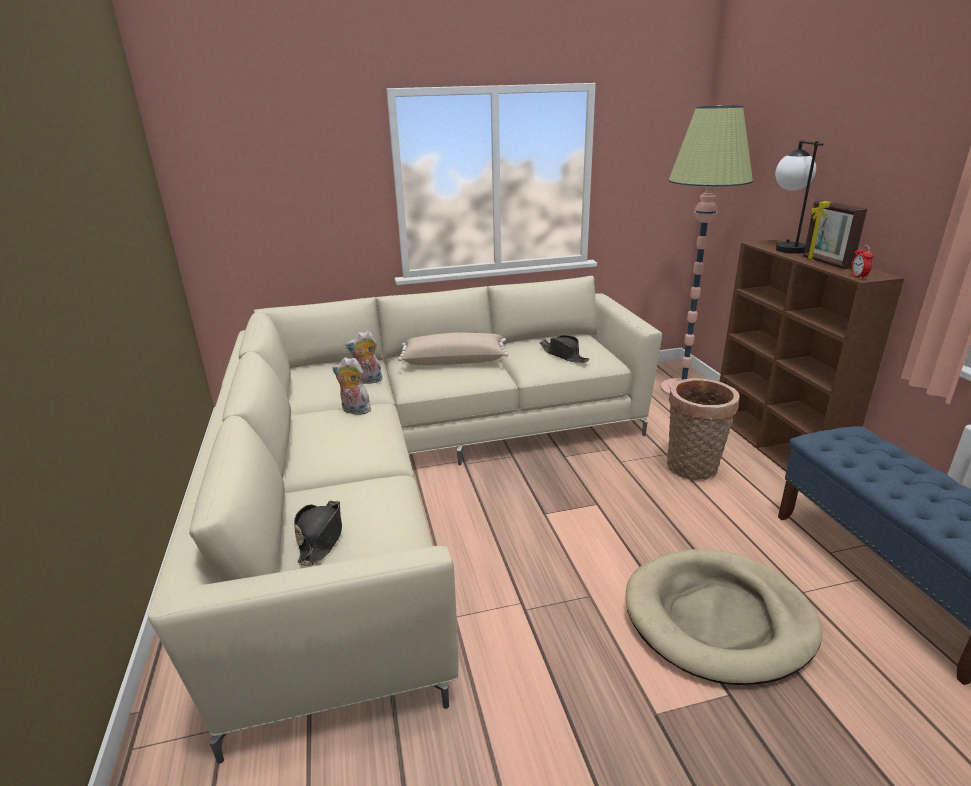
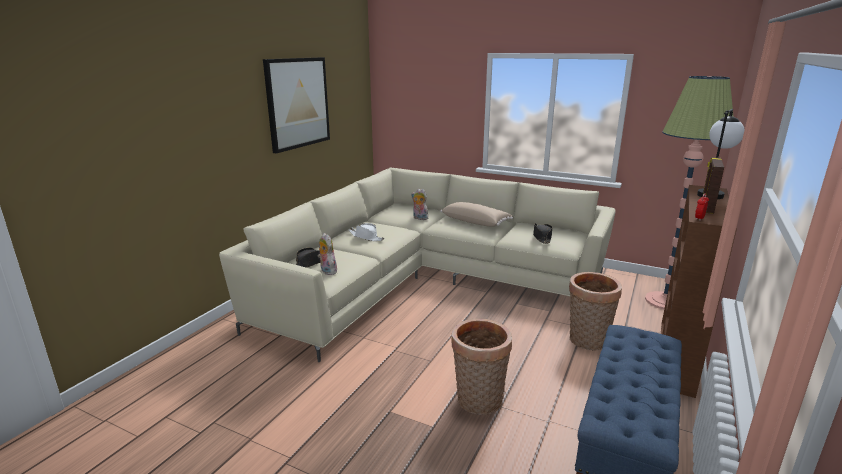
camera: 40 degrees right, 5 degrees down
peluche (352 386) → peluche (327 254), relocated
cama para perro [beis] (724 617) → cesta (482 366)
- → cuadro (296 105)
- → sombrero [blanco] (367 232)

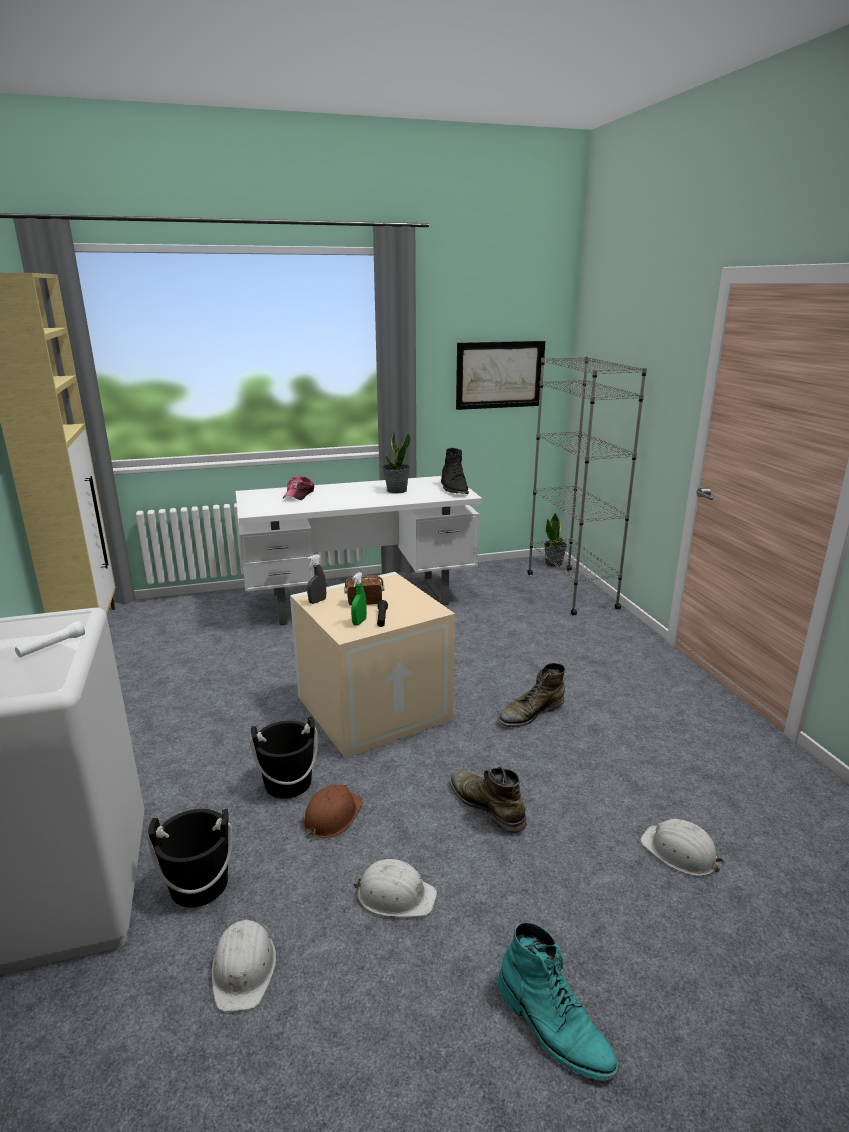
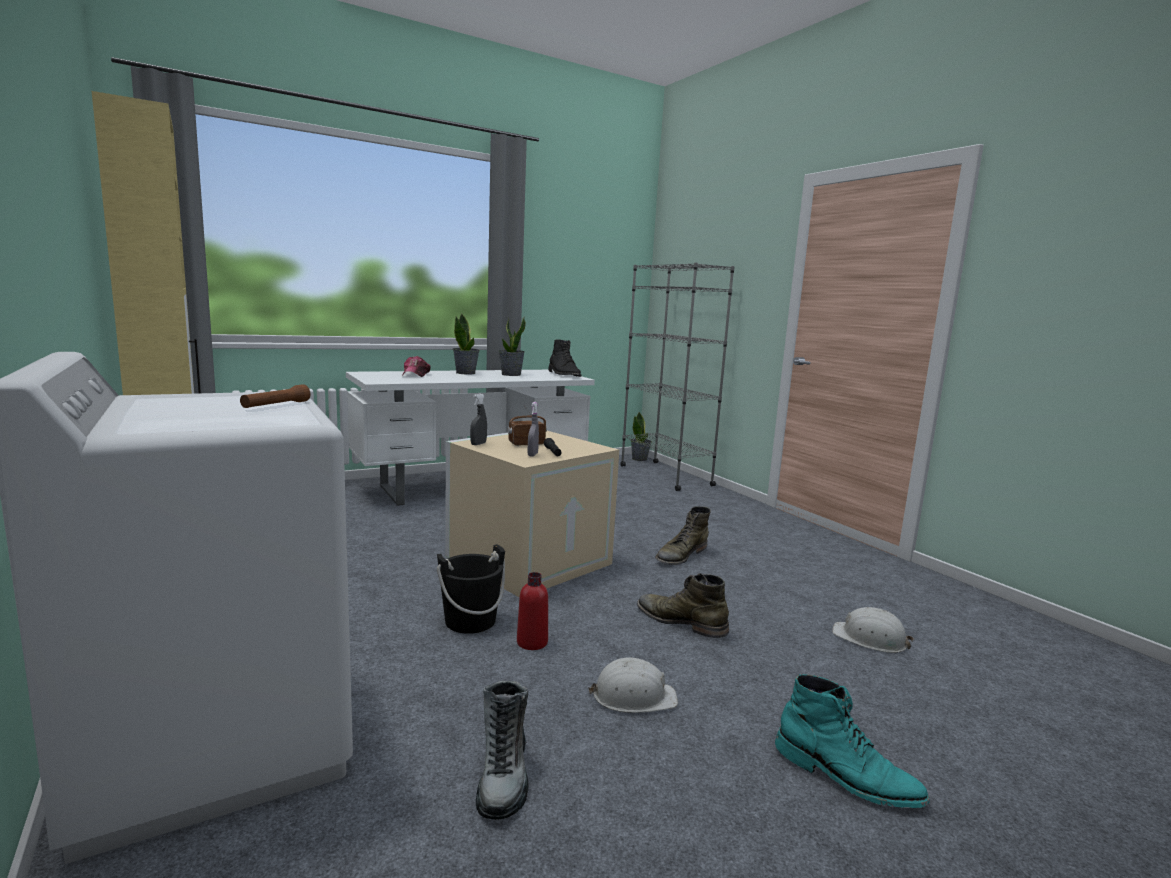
camera: 15 degrees left, 10 degrees down
cuadro (500 375) → -
pulverizador [verde] (359 599) → pulverizador [gris] (533 429)
linterna [blanco] (50 639) → linterna [marrón] (275 396)
casco [marrón] (333 811) → botella [rojo] (532 611)
cubo [negro] (190 858) → -
casco [blanco] (244 965) → bota (502 750)
- → planta en maceta (466 344)

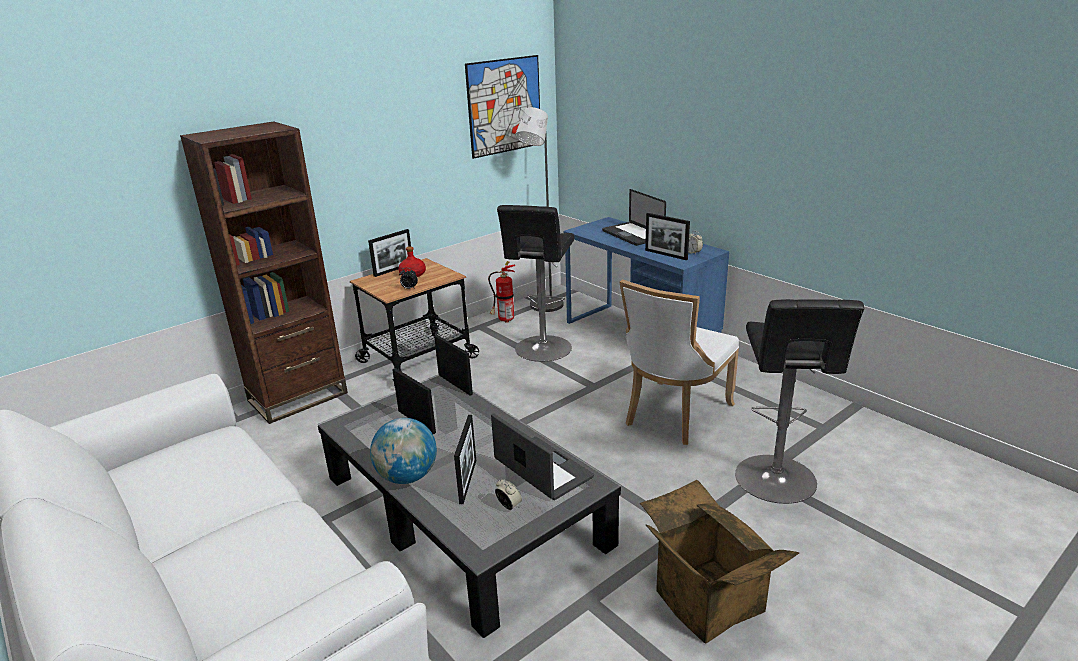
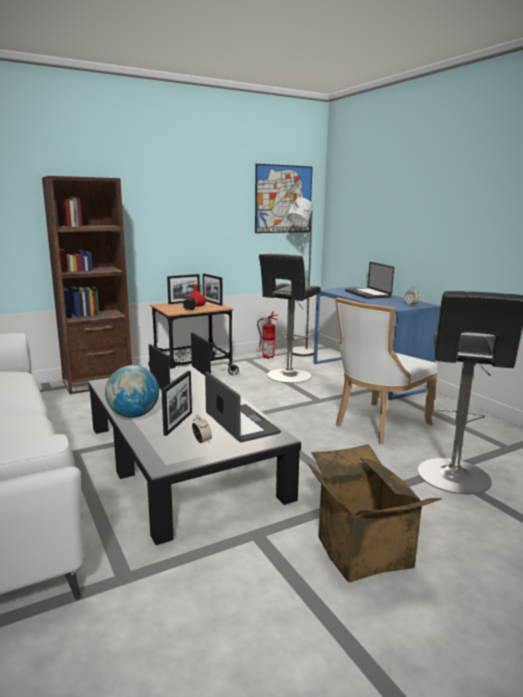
camera: 10 degrees right, 10 degrees down
portarretratos (667 236) → portarretratos (213 290), relocated

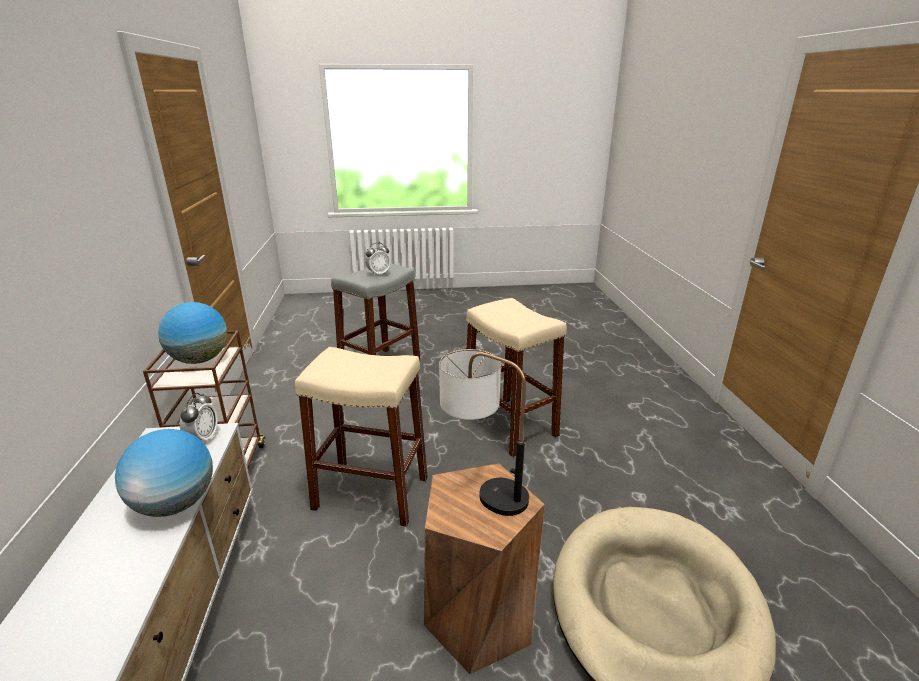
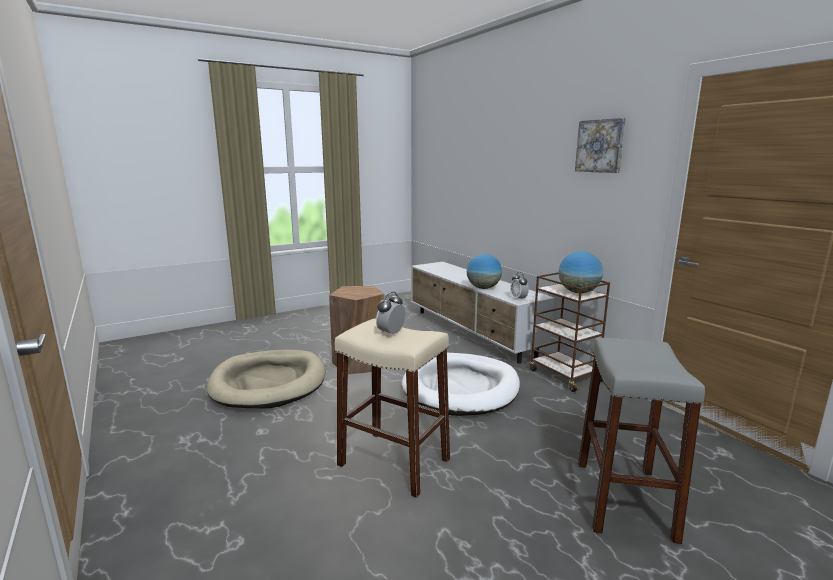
camera: 155 degrees right, 10 degrees down
despertador (377 259) → despertador (390 313), relocated
taburete [beis] (361 437) → cama para perro [blanco] (461 384)
lámpara de mesa (484 432) → -
- → cuadro (600 145)

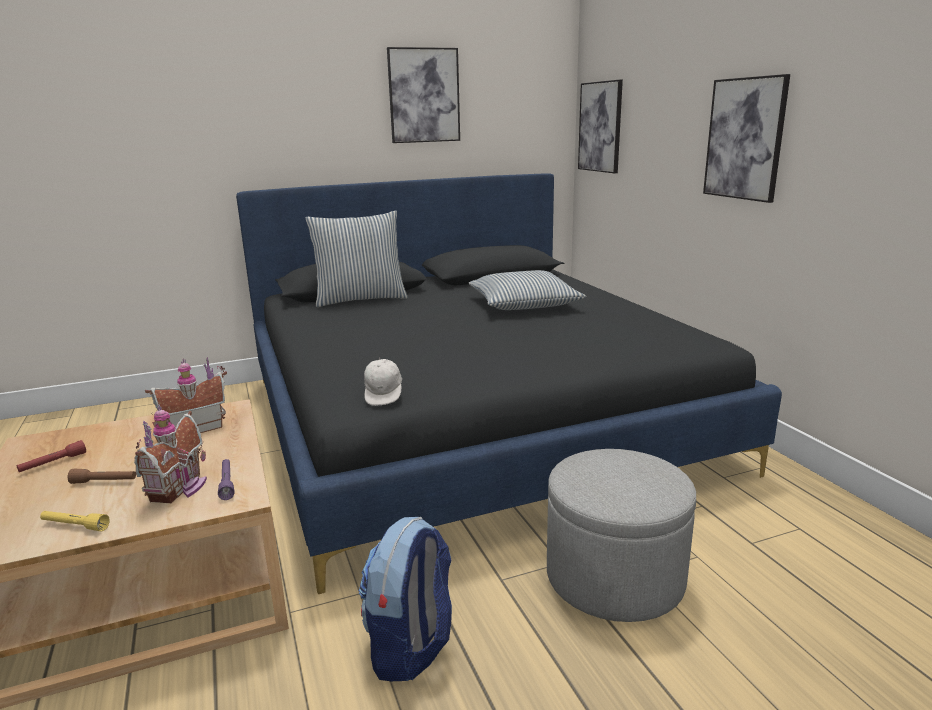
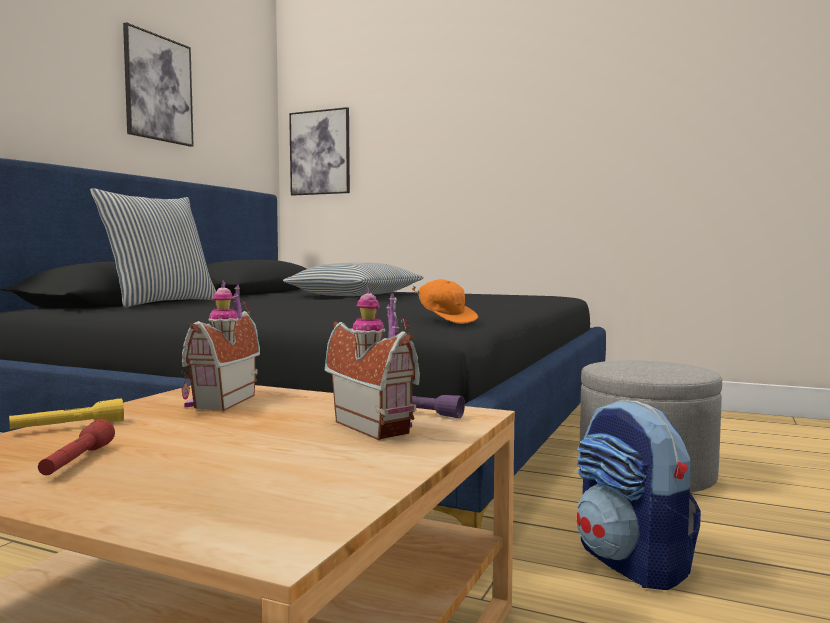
camera: 45 degrees left, 15 degrees down
cuadro (746 138) → -
gorra [blanco] (383 381) → gorra [naranja] (445 301)
linterna [marrón] (102 476) → -
linterna [amarillo] (75 521) → linterna [amarillo] (66 413), relocated

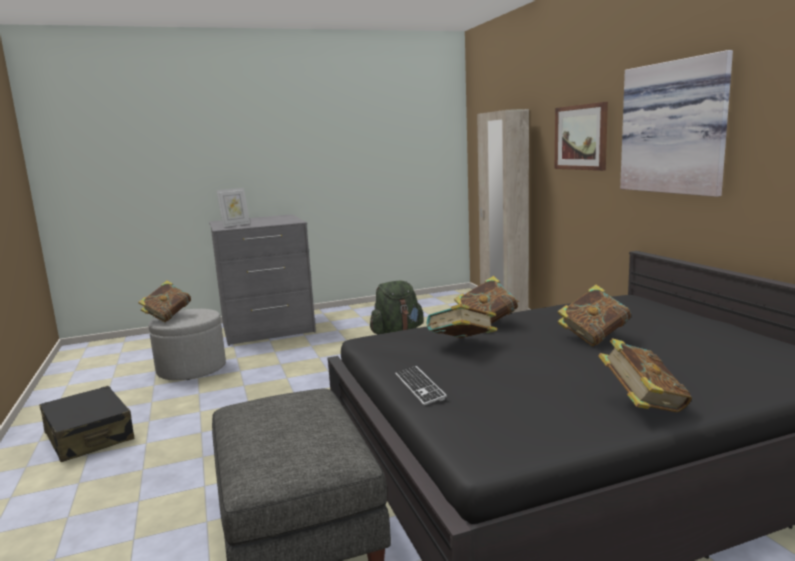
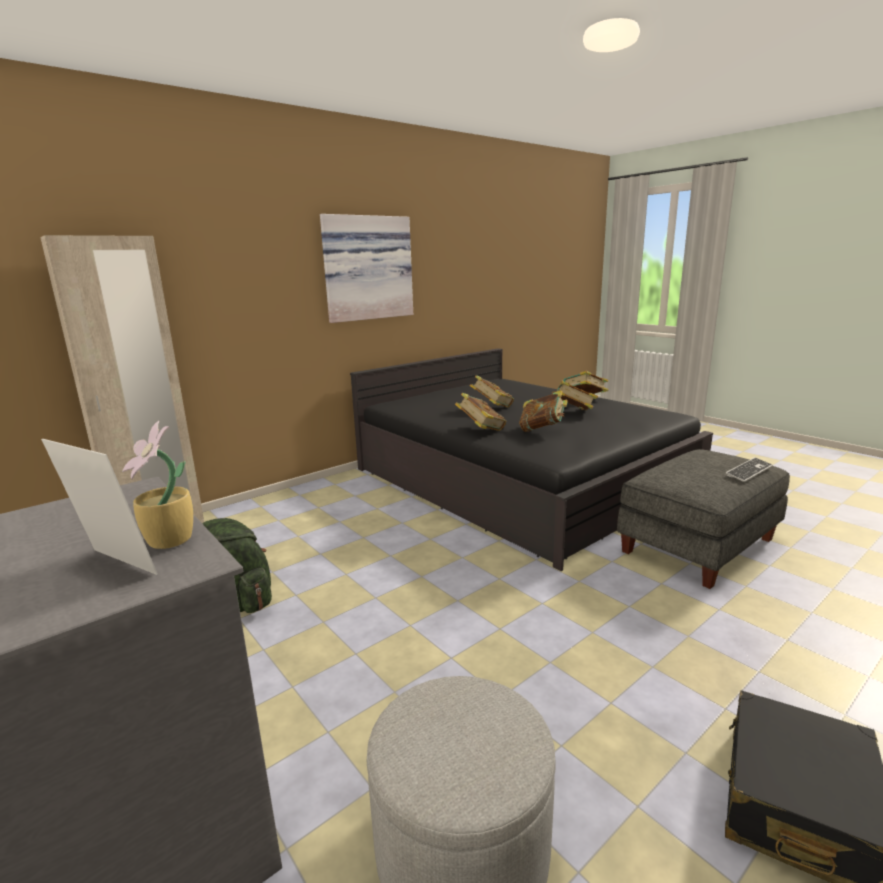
camera: 110 degrees left, 5 degrees up
cuadro (581 136) → -
libro (164 301) → libro (575 395), relocated
teclado (421 385) → teclado (749 469), relocated
- → planta en maceta (157 485)

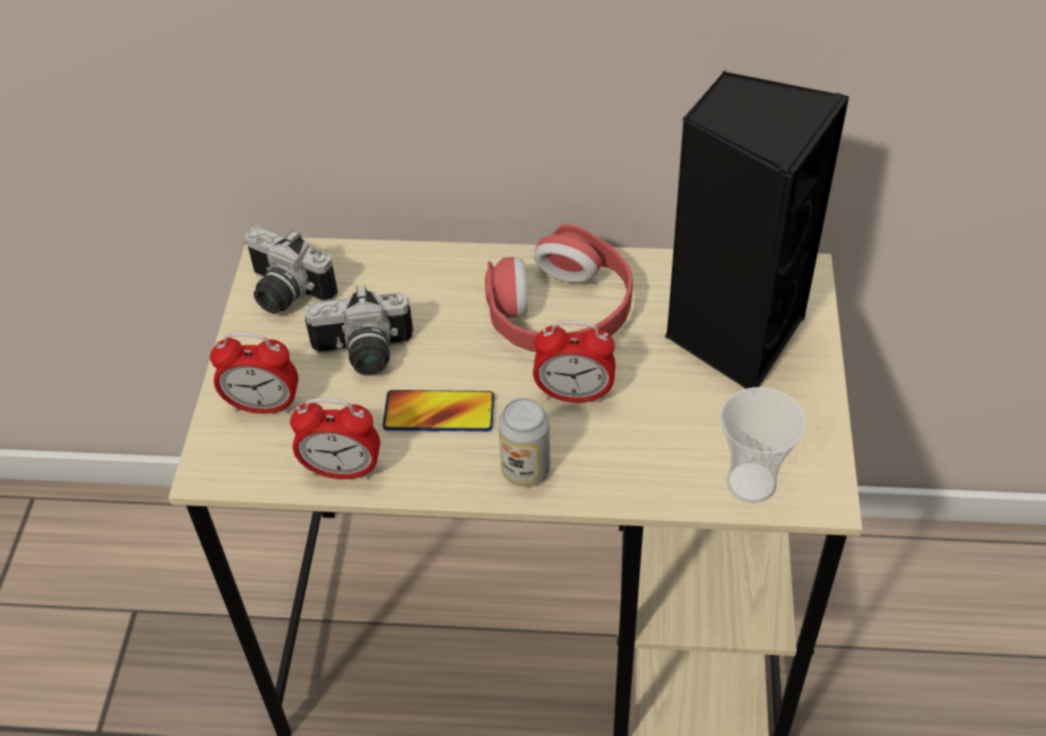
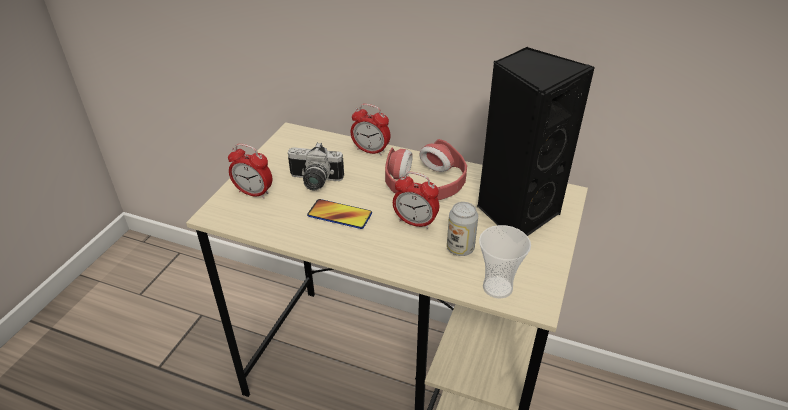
camera: 15 degrees right, 10 degrees down
cámara (291 270) → -
despertador (335 438) → despertador (370 129), relocated
lata (524 442) → lata (462 229), relocated

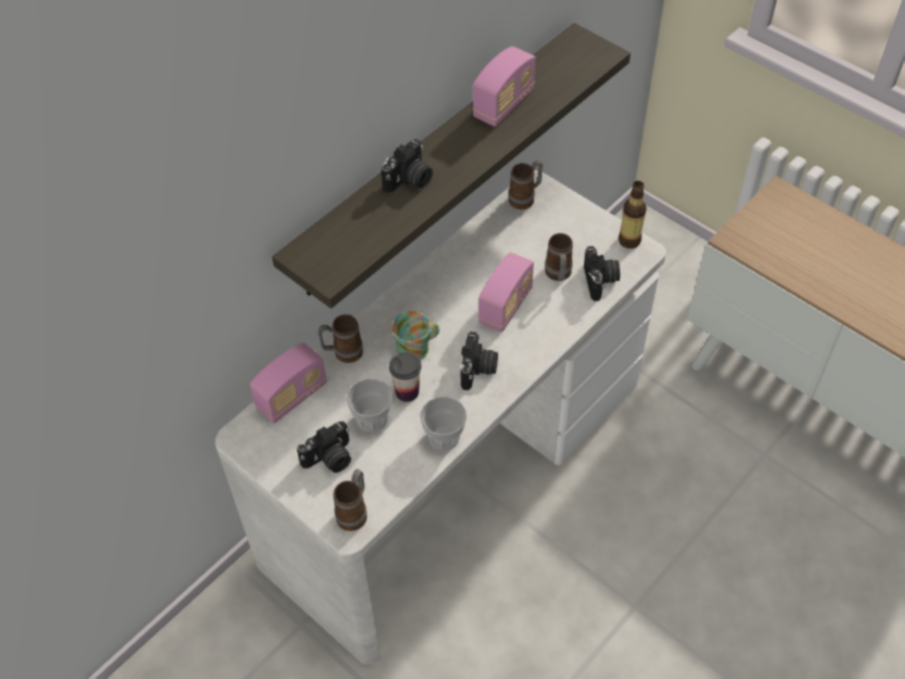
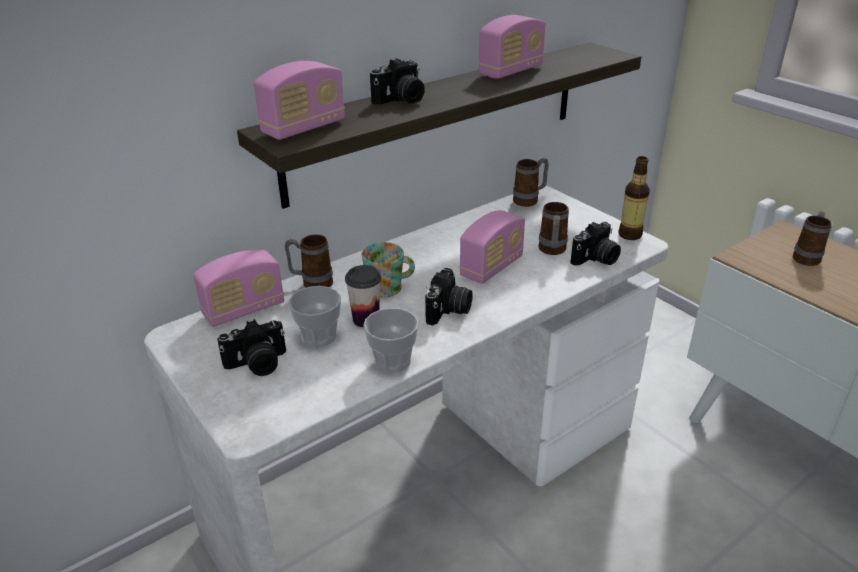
camera: 10 degrees right, 20 degrees down
cámara (602 273) → cámara (595 244), 45 degrees clockwise
taza grande (350 500) → taza grande (812 238), relocated
- → radio (299 100)

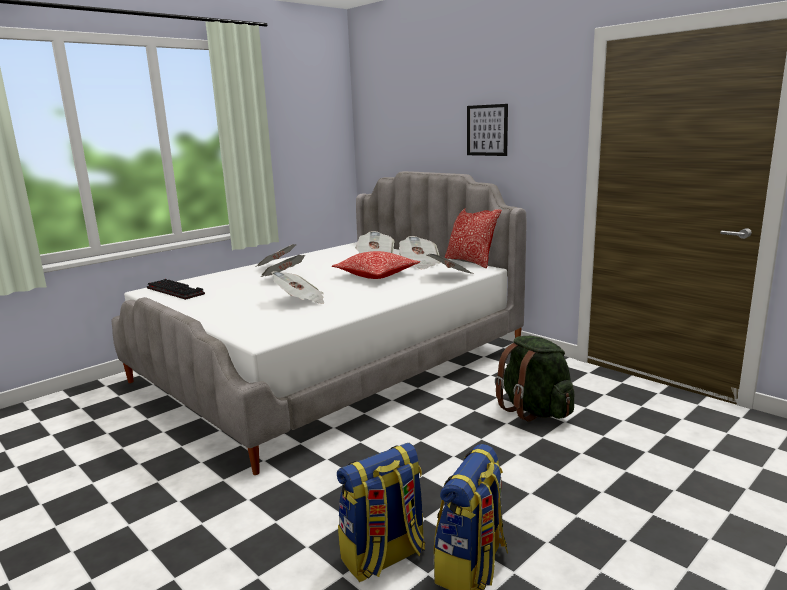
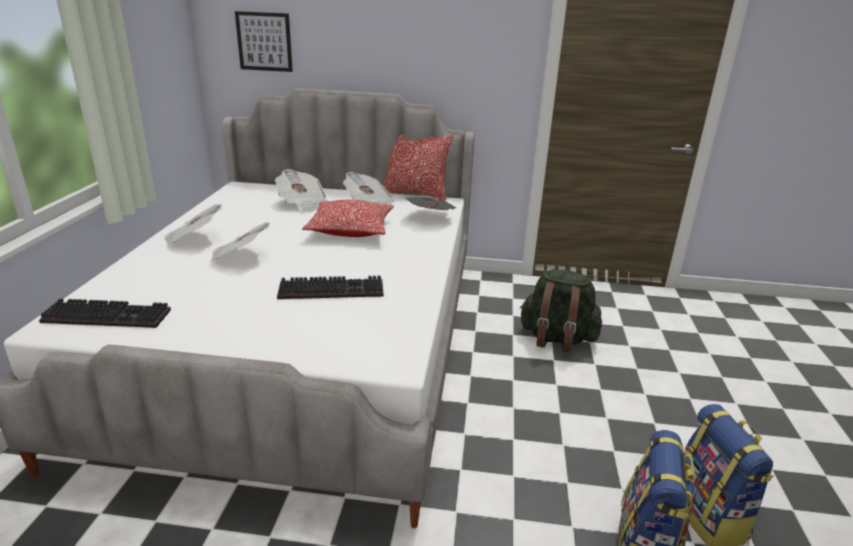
camera: 40 degrees left, 10 degrees up
cuadro (487 130) → cuadro (264 41), relocated
periódico (297 287) → teclado (330 287)

